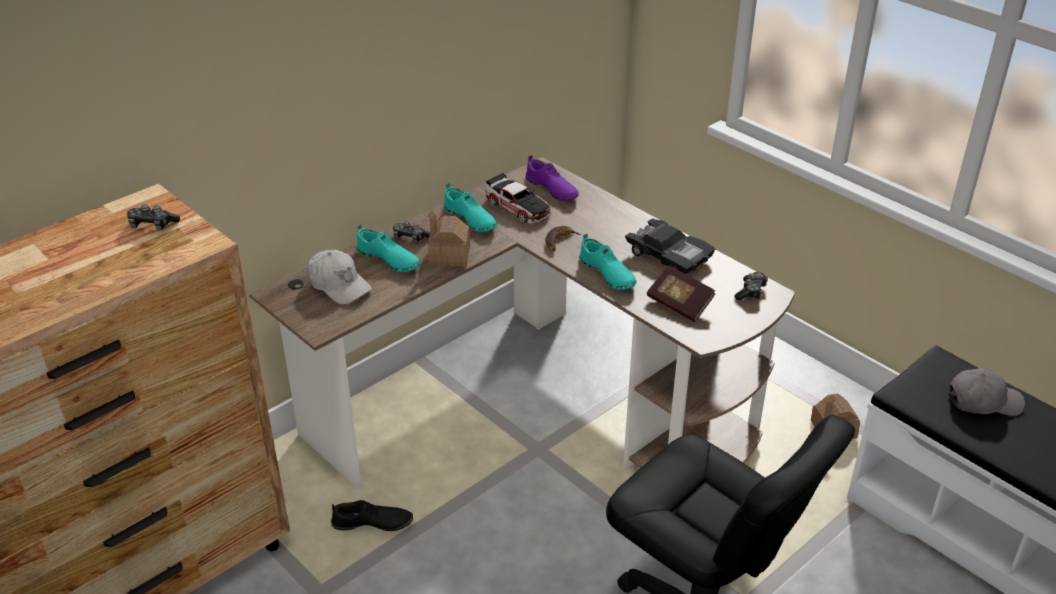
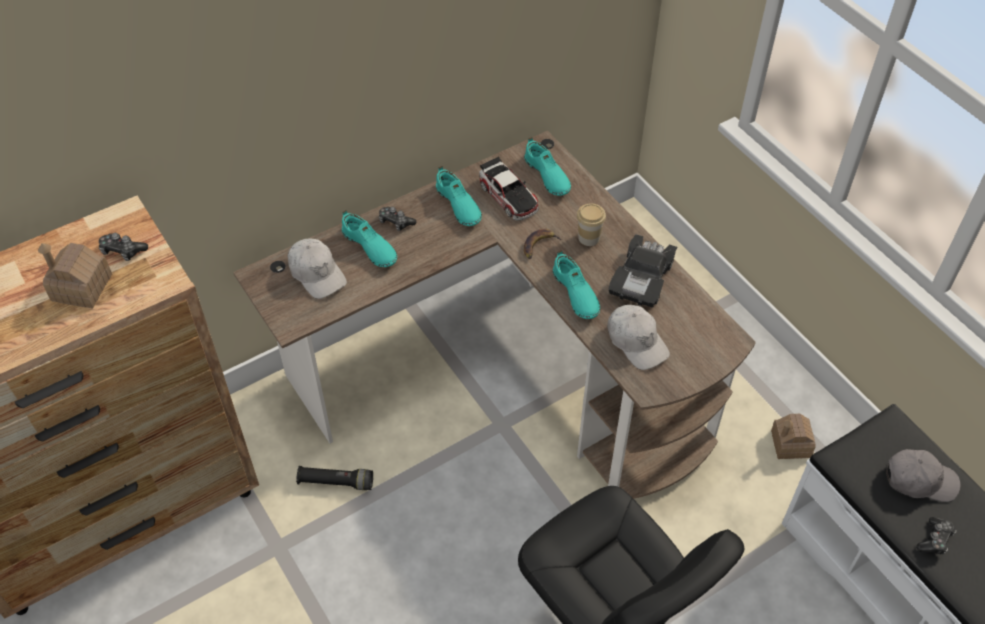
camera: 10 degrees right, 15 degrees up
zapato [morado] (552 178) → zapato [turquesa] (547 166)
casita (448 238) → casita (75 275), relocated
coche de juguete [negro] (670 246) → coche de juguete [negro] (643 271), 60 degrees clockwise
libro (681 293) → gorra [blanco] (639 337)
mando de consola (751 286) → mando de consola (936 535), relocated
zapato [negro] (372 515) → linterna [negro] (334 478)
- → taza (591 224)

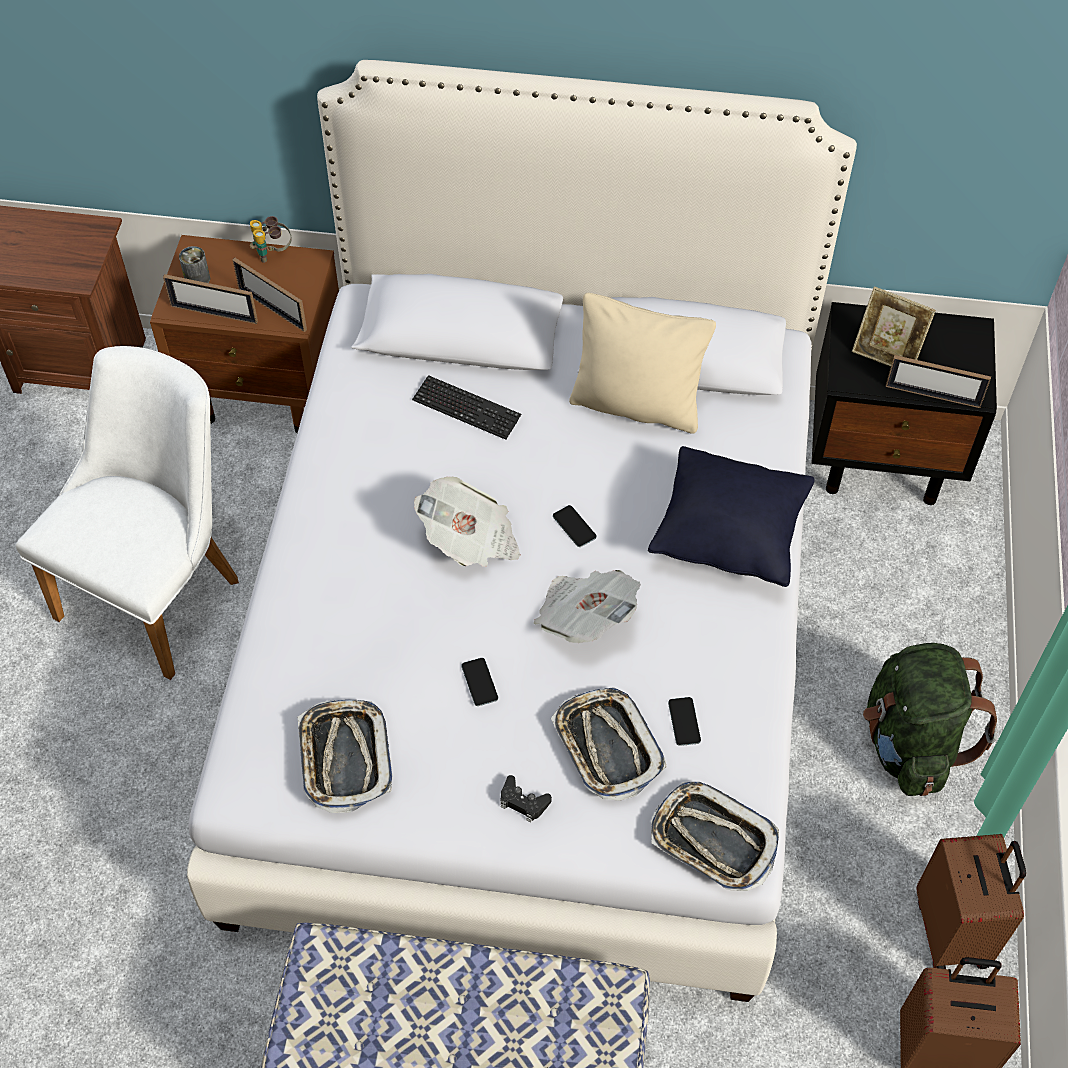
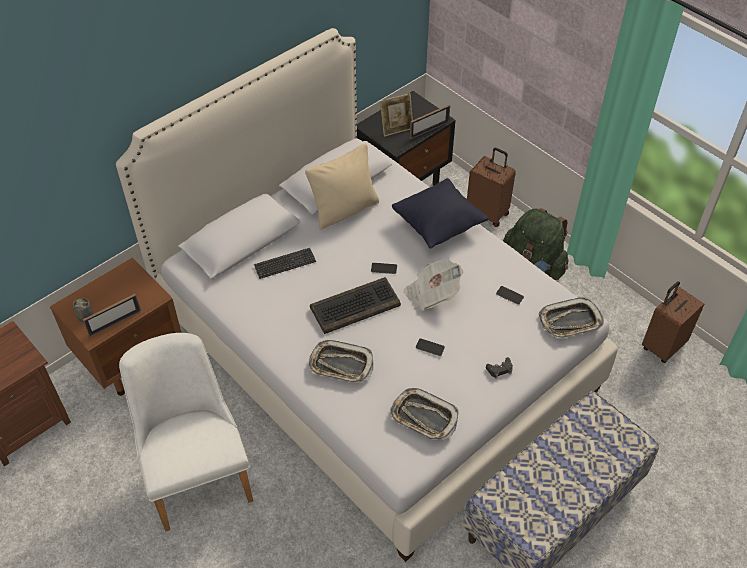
camera: 50 degrees left, 5 degrees down
prismáticos (271 239) → -
portarretratos (269 295) → -
periódico (467 521) → teclado (355 305)
bandeja (609 744) → bandeja (340 361), relocated
maleta [marrón] (971 901) → maleta [marrón] (491 187), relocated

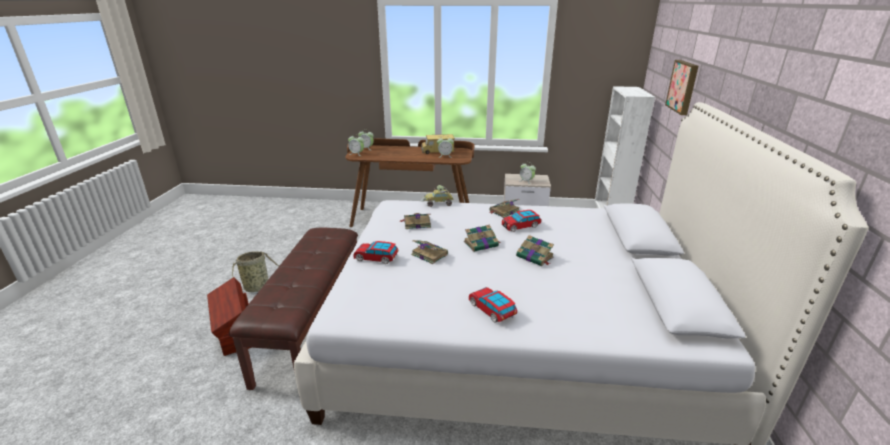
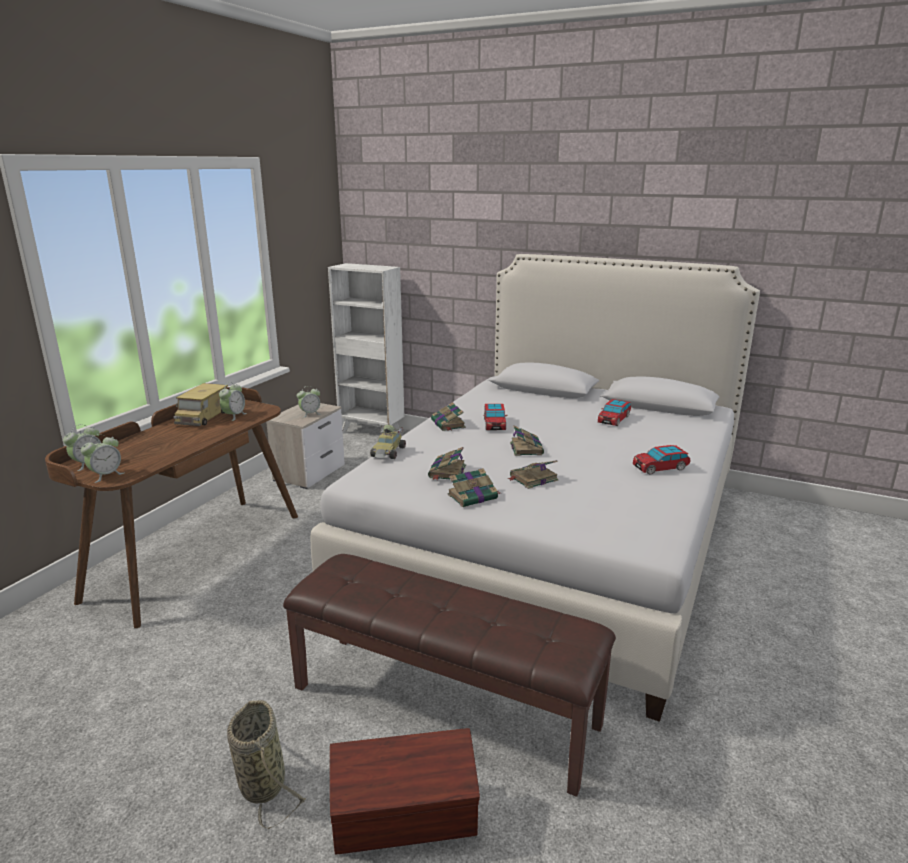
camera: 70 degrees left, 5 degrees down
cuadro (682 87) → -
libro (535 250) → libro (474 487), relocated
coche de juguete (376 252) → coche de juguete (614 412), relocated

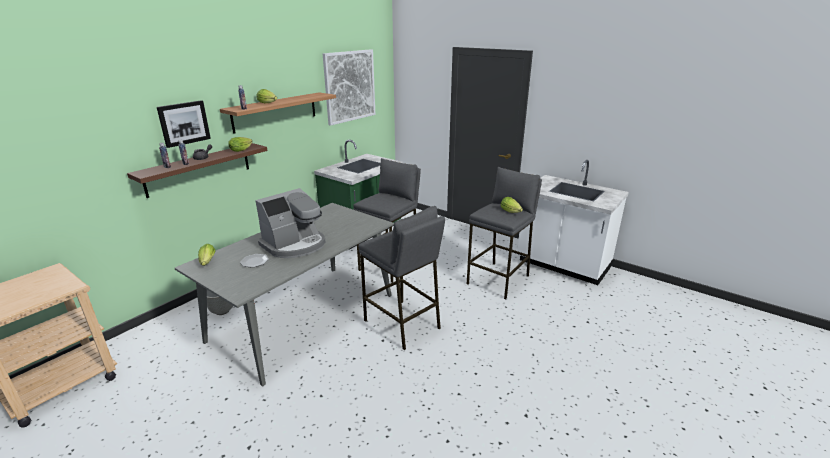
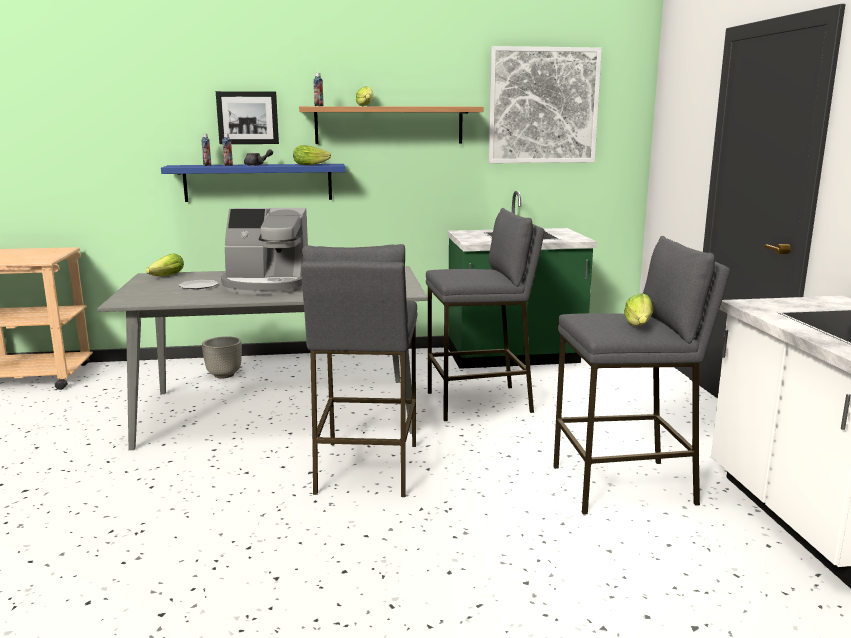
camera: 45 degrees right, 10 degrees down
estante [marrón] (197 170) → estante [azul] (253 183)

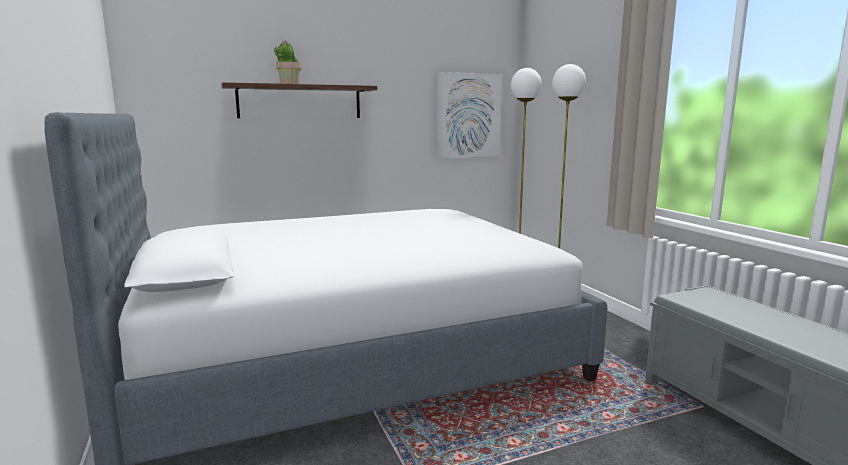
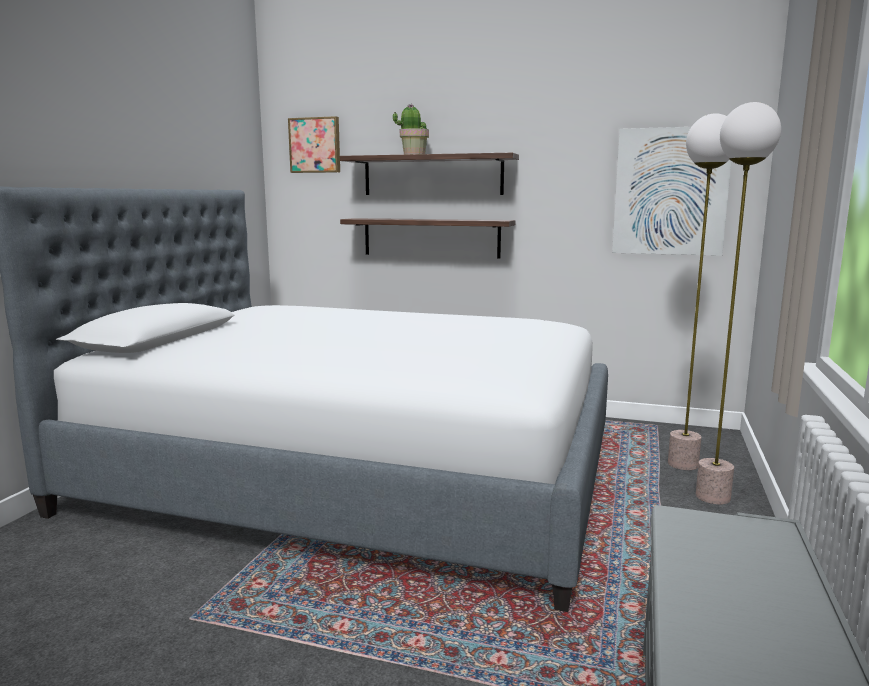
camera: 40 degrees right, 0 degrees up
- → cuadro (314 144)
- → estante (427 238)

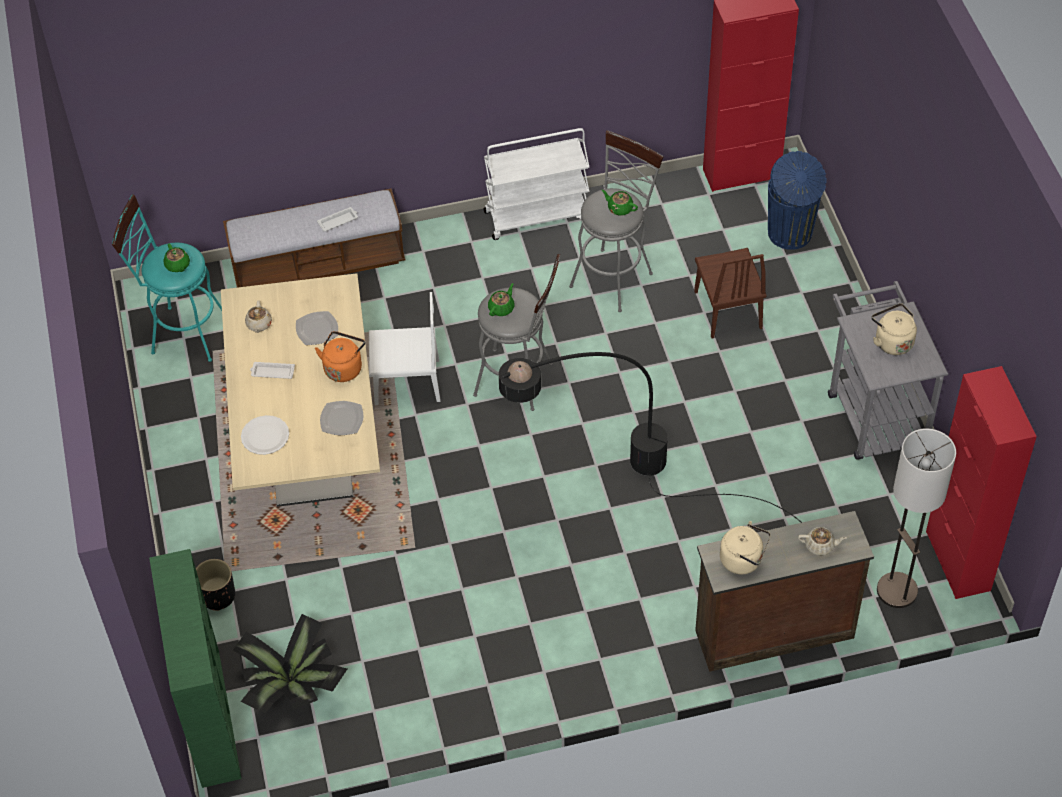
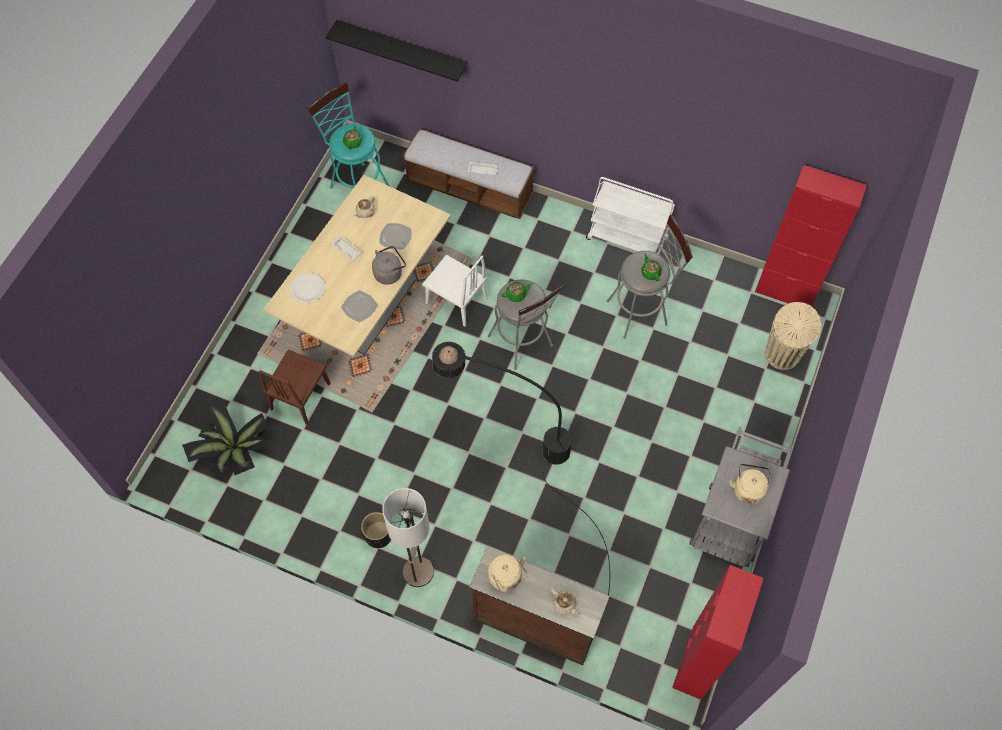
camera: 35 degrees right, 10 degrees up
papelera [azul] (797 200) → papelera [beis] (793 336)
silla [marrón] (730 293) → silla [marrón] (295 387), relocated
hervidor [naranja] (340 356) → hervidor [gris] (389 265)
lámpara de pie (916 518) → lámpara de pie (408 537), relocated
estantería [verde] (195 668) → -
maceta [negro] (215 585) → maceta [negro] (376 530), relocated
- → estante [negro] (396 51)

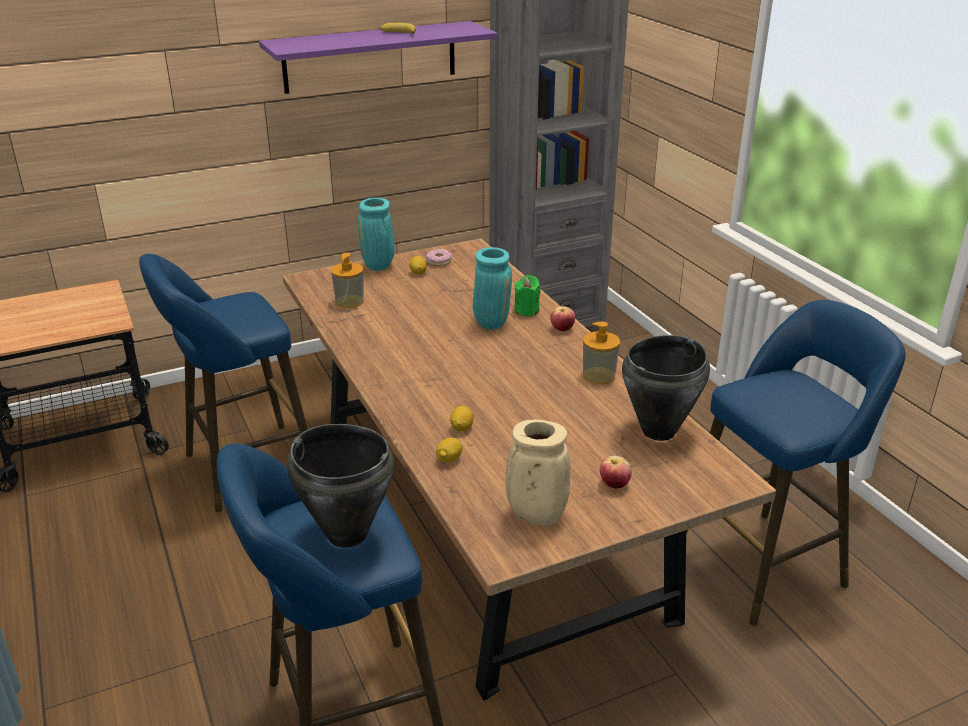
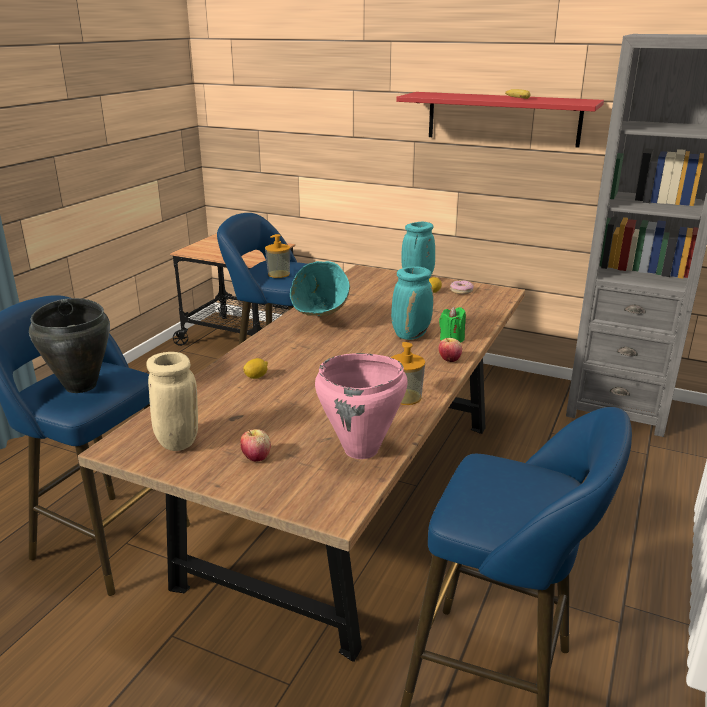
camera: 50 degrees right, 5 degrees down
estante [morado] (378 57) → estante [rojo] (500 119)
dispensador de jabón (347 280) → dispensador de jabón (277 256), relocated
olla [negro] (666 388) → olla [rosa] (361 406)
limón (449 450) → -
- → cuenco [turquesa] (320 288)

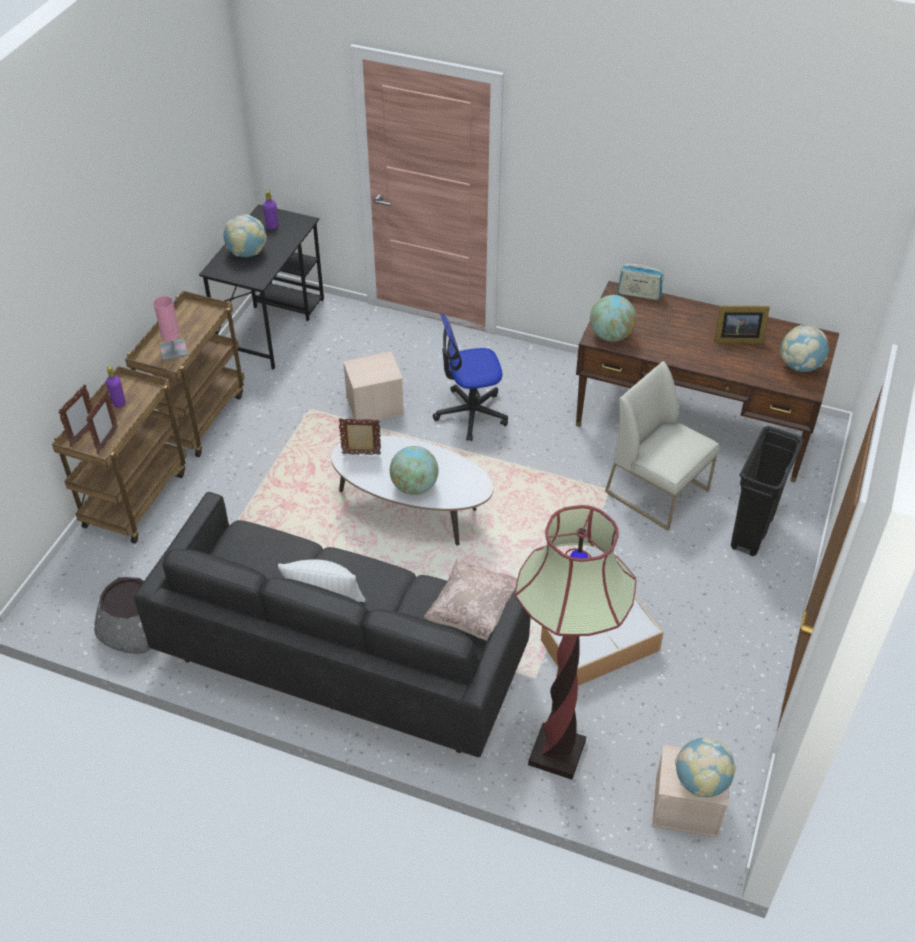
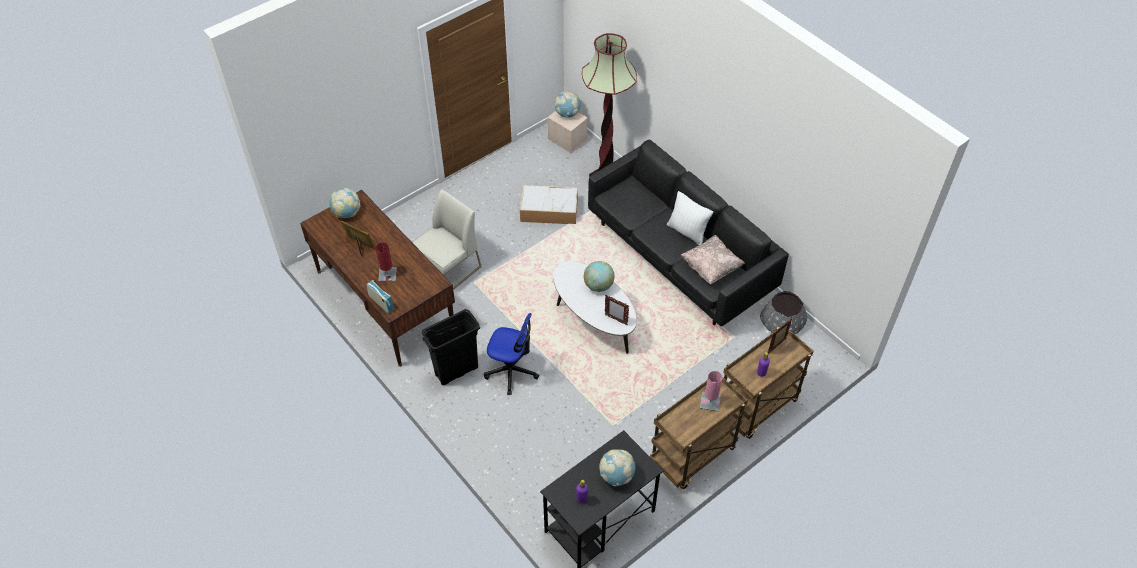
camera: 150 degrees left, 5 degrees up
globo terráqueo (613 318) → -
caja de almacenaje [beis] (373 387) → -
silla [blanco] (662 446) → silla [blanco] (447 239), 120 degrees counterclockwise
portarretratos (75 415) → -
papelera [negro] (767 491) → papelera [negro] (451 347), relocated
cojín [beis] (470 599) → cojín [beis] (712 259), relocated
- → lámpara de mesa [rojo] (386 261)

